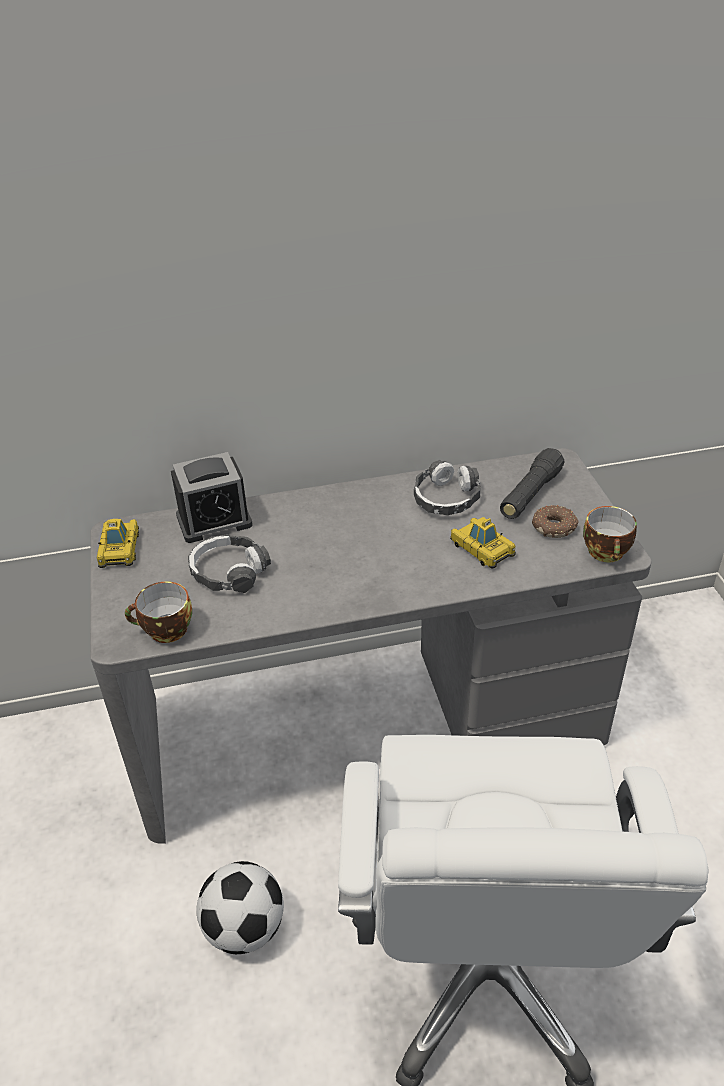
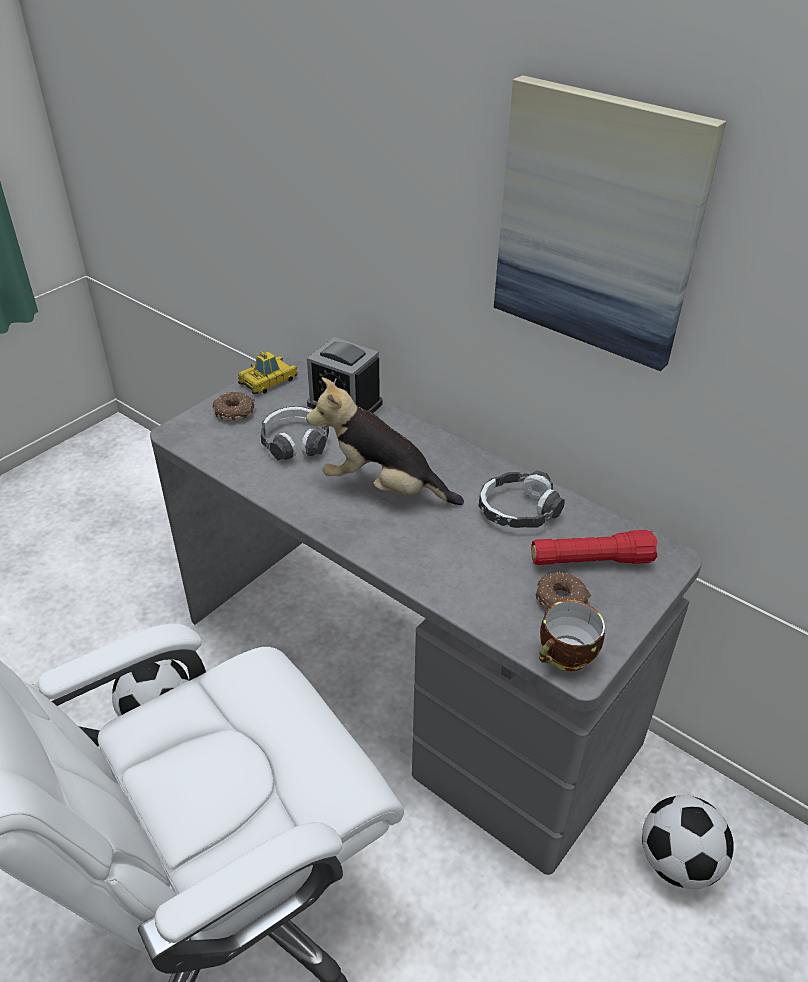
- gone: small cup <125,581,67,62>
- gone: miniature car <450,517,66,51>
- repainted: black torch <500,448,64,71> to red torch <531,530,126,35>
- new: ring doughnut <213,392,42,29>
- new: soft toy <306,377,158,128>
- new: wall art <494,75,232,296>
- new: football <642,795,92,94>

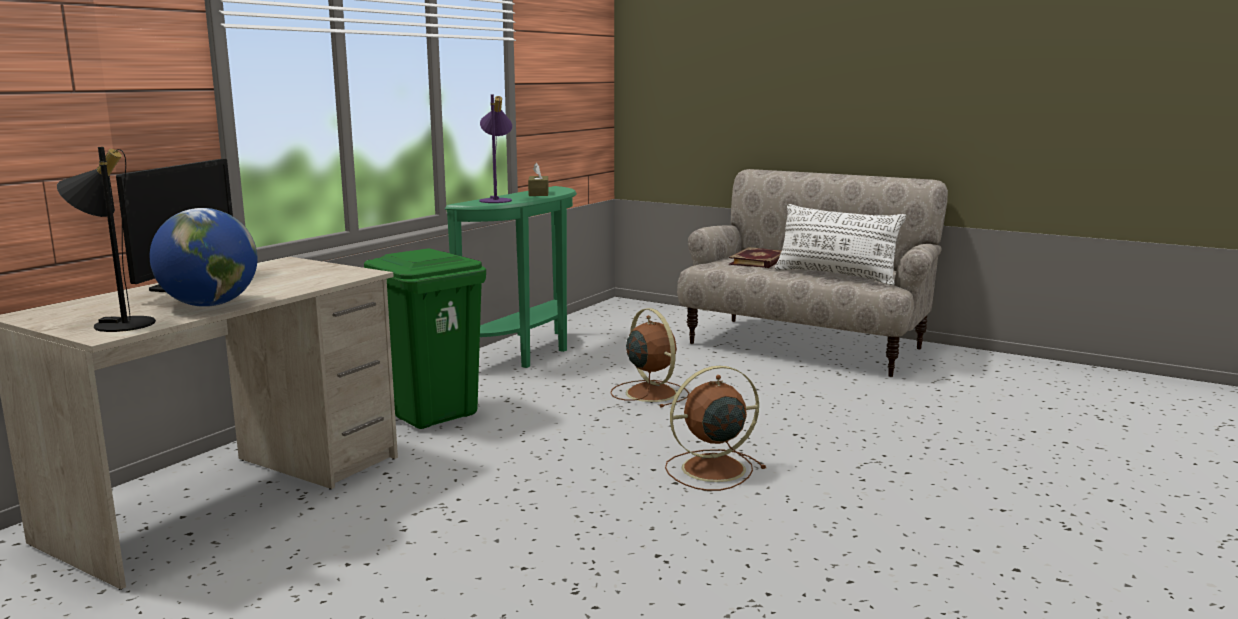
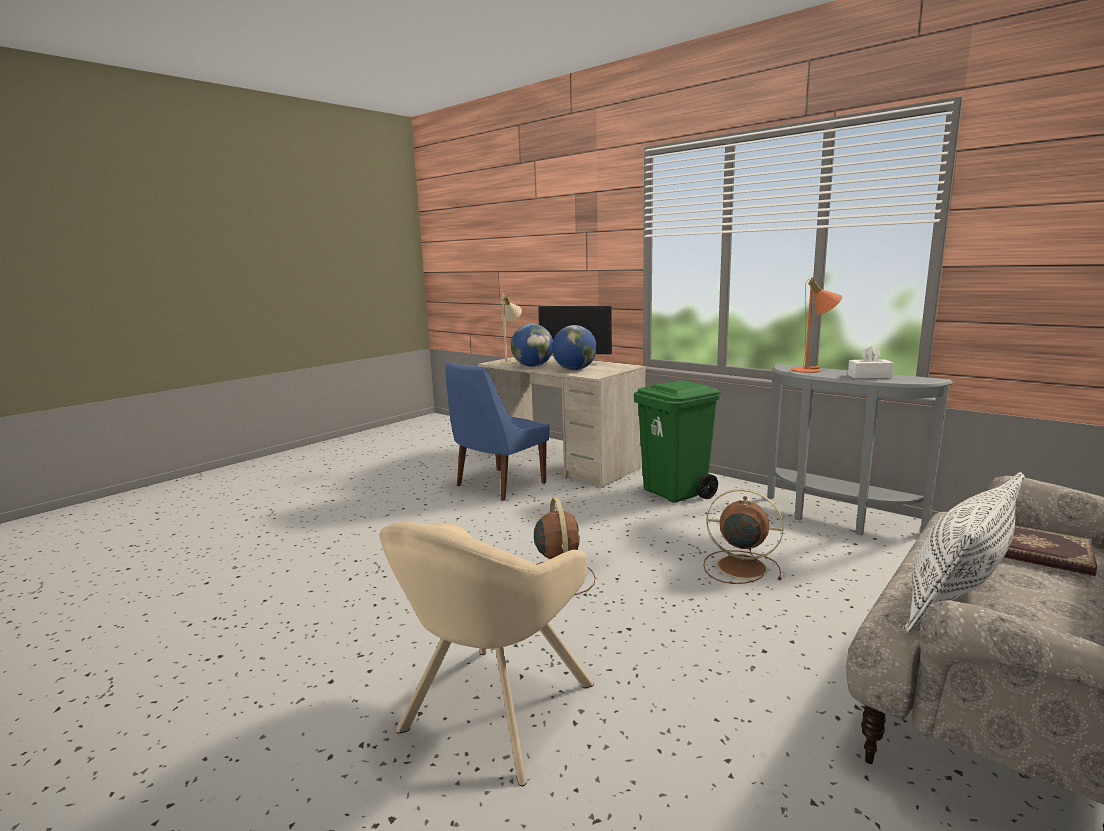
- repainted: black table lamp <57,147,99,185> to sand-coloured table lamp <496,294,26,71>
- repainted: green hall table <445,186,132,182> to grey hall table <767,364,186,172>
- repainted: purple table lamp <479,94,33,109> to orangey table lamp <791,278,51,95>
- repainted: brown-coloured box of tissues <528,163,21,33> to whitish box of tissues <848,346,45,33>
- rotated: brown-coloured fan <610,308,79,100> = <703,489,81,95> 135 degrees counterclockwise
- new: sand-coloured armchair <379,522,215,264>
- new: bluish upright chair <445,362,105,139>
- new: desk globe <552,325,45,45>

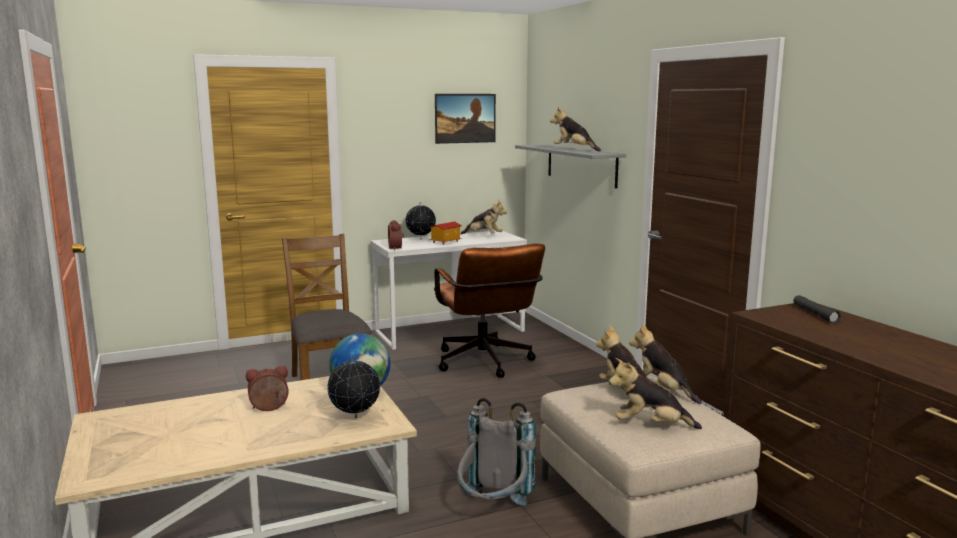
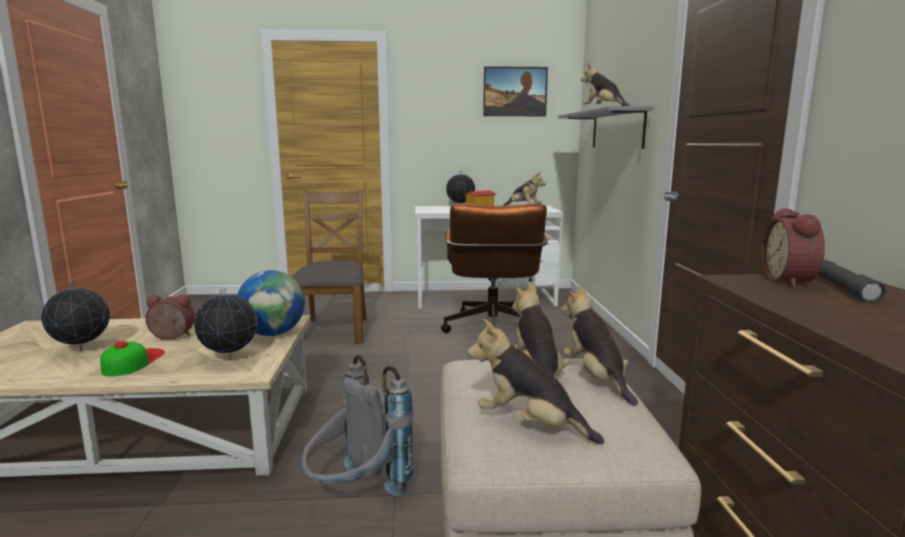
- shifted: bedside clock <388,220,16,30> to <761,208,64,80>
- new: desk globe <41,282,69,69>
- new: cap <100,341,65,35>

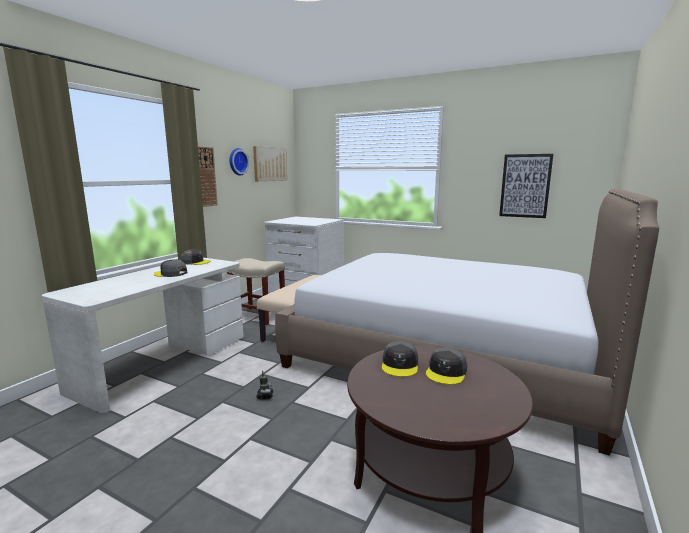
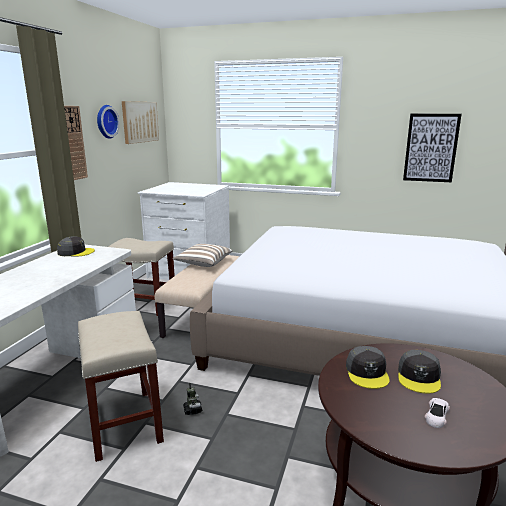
- gone: grey cap <154,259,34,18>
- new: sand-coloured stool <78,311,86,151>
- new: cushion <172,244,60,23>
- new: whitish miniature car <425,398,25,30>

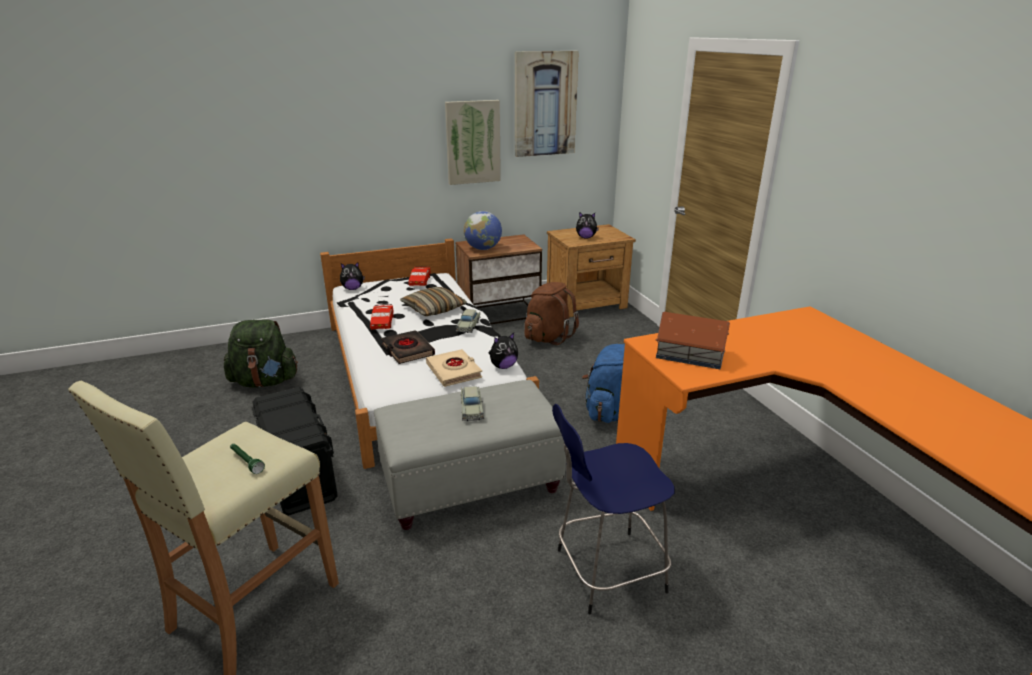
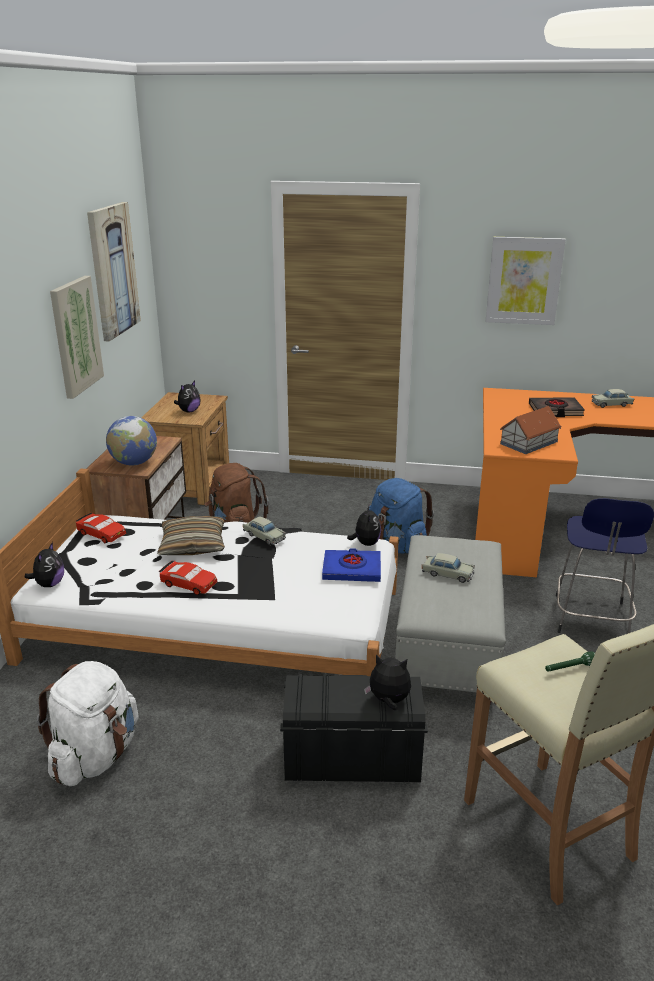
- repainted: green knapsack <224,320,74,68> to whitish knapsack <36,661,103,125>
- shifted: black bound book <381,330,54,34> to <529,398,56,19>
- repainted: sand-coloured bound book <426,349,56,38> to bluish bound book <322,548,59,34>
- new: soft toy <364,655,47,55>
- new: wall art <486,237,80,88>
- new: sand-coloured miniature car <592,389,42,19>

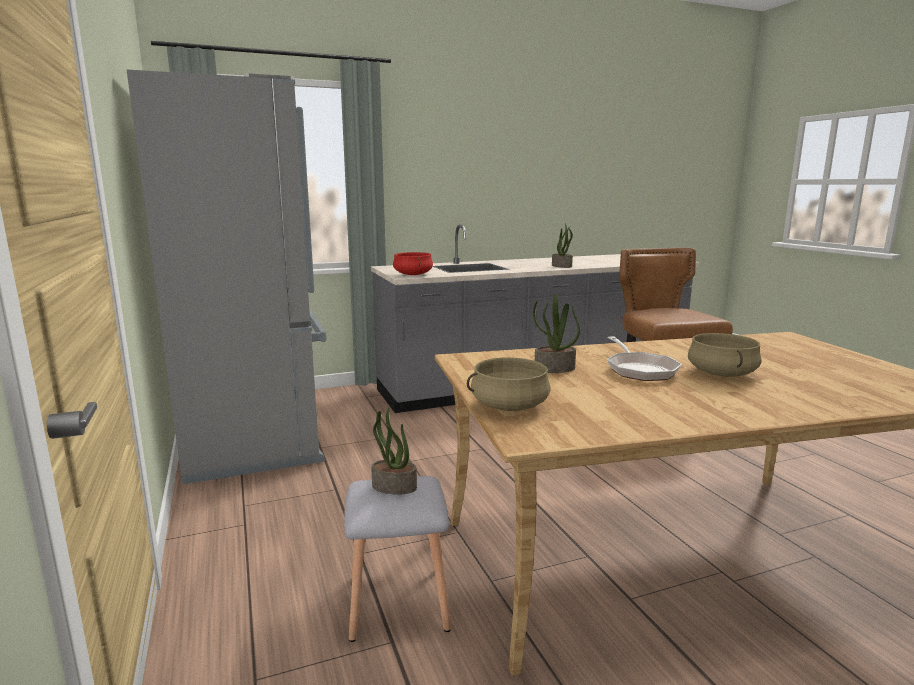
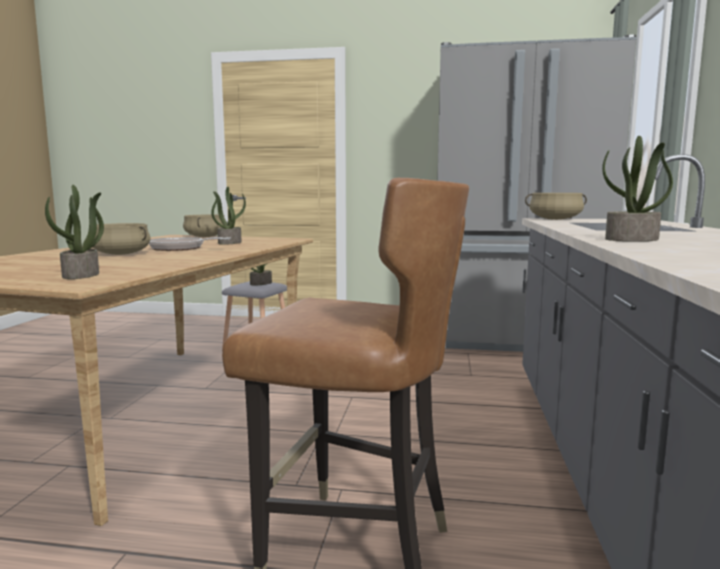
- repainted: red stockpot <393,252,40,23> to sand-coloured stockpot <525,193,62,27>
- new: potted plant <45,185,59,94>

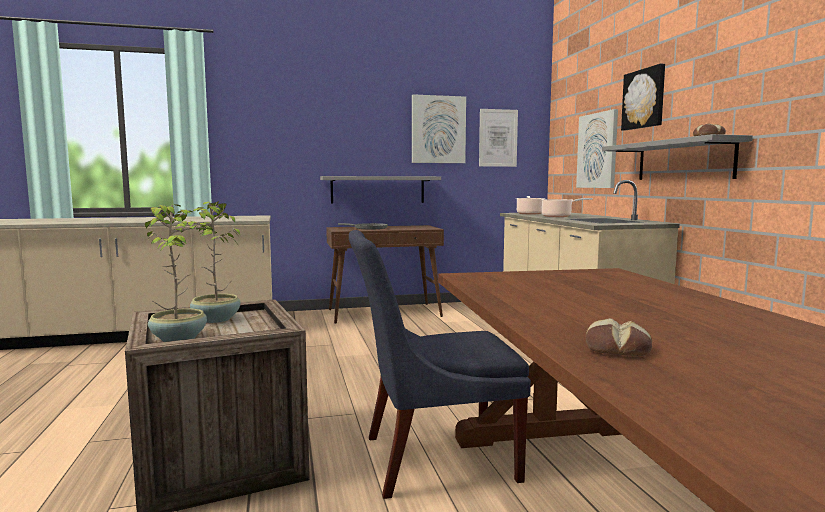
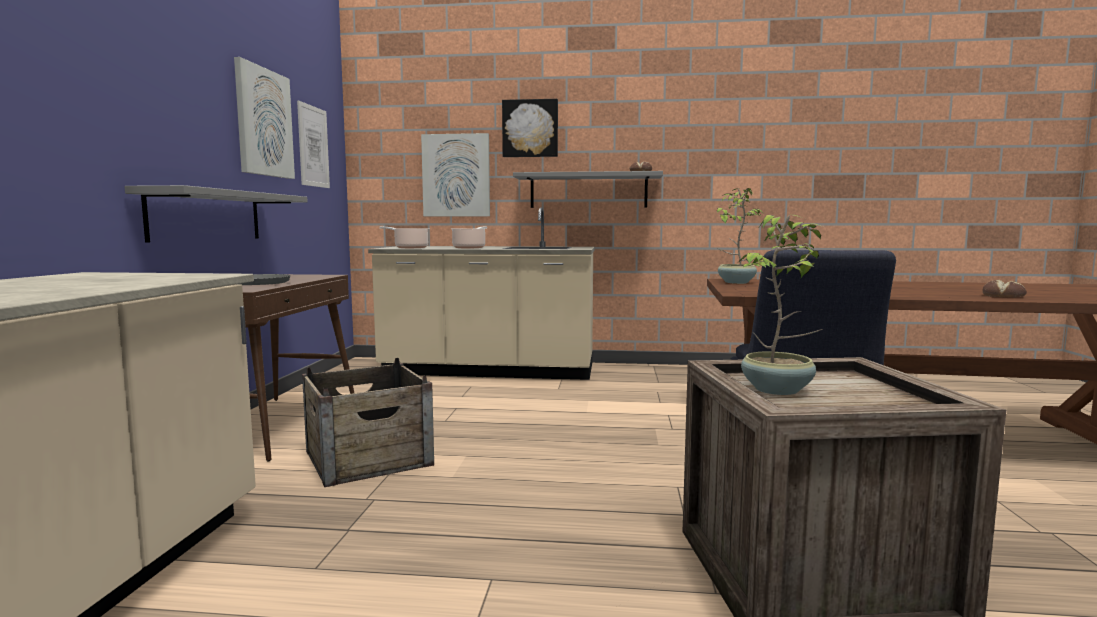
- shifted: potted plant <145,204,69,138> to <716,188,47,96>
- new: crate <302,358,132,129>

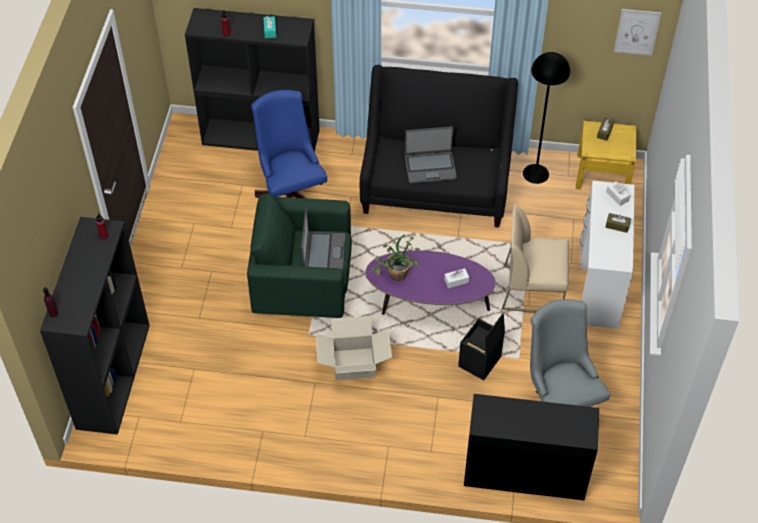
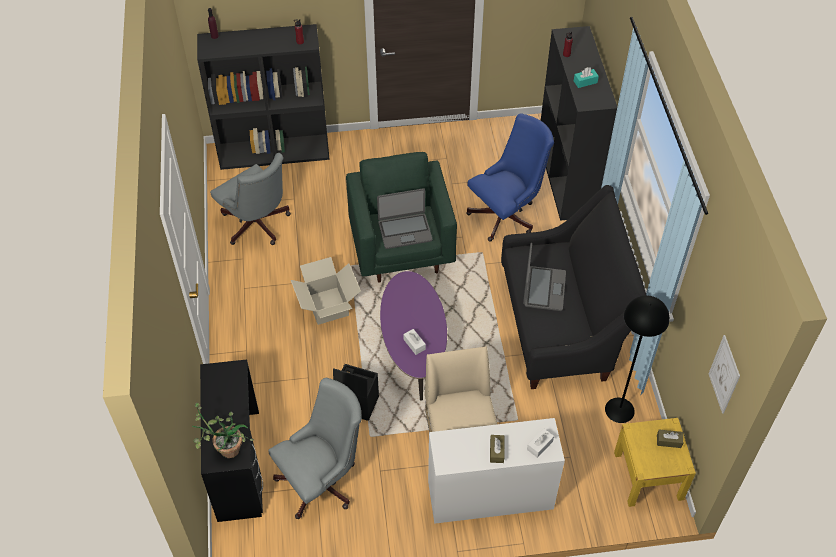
- shifted: potted plant <371,235,49,46> to <192,403,62,55>
- rotated: portable computer <405,126,52,57> = <523,243,43,68> 150 degrees counterclockwise
- new: grey office chair <210,153,81,92>

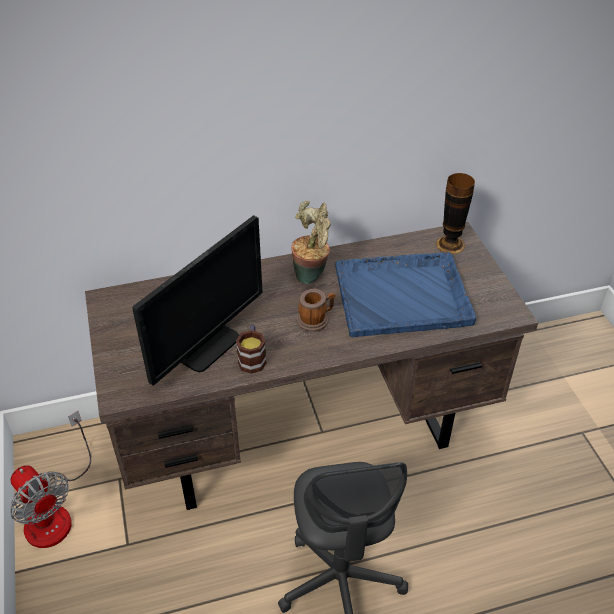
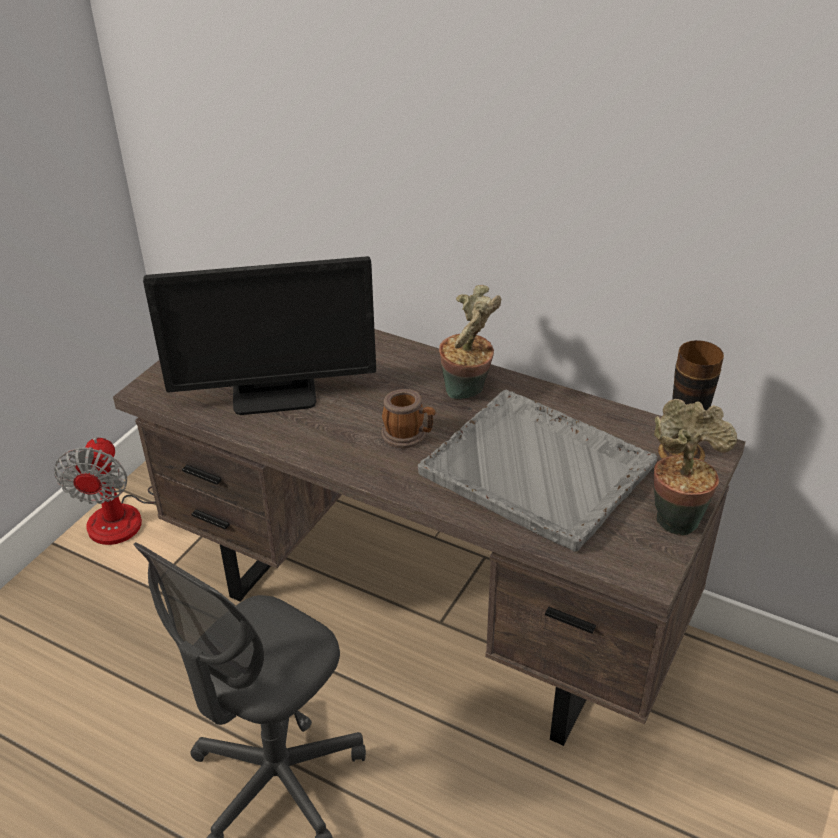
- gone: tea mug <236,325,30,49>
- repainted: bluish carrying tray <335,252,141,85> to grey carrying tray <418,390,239,162>
- new: potted plant <654,399,83,136>

